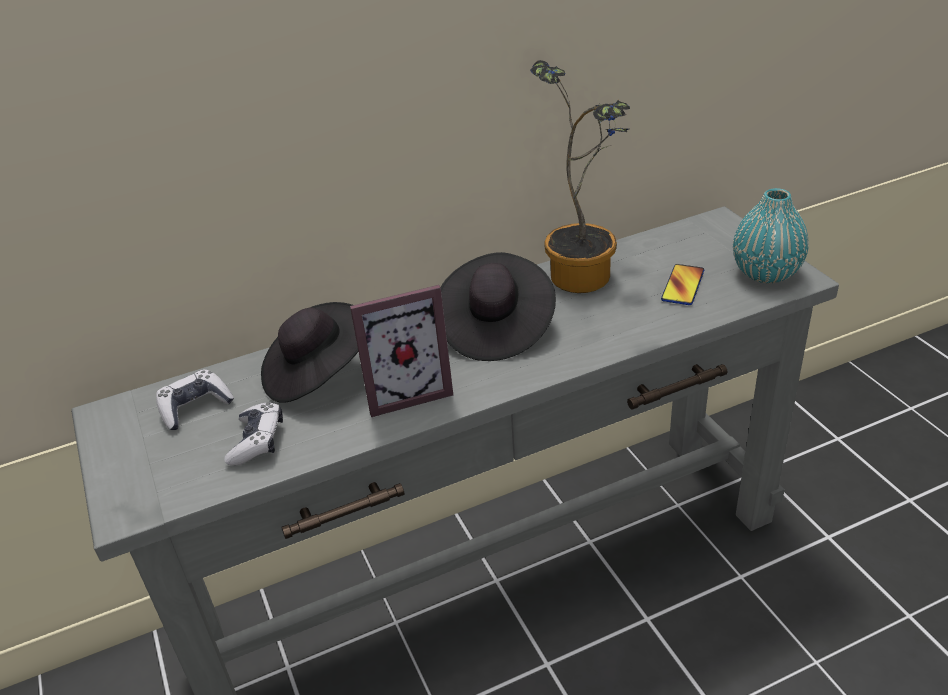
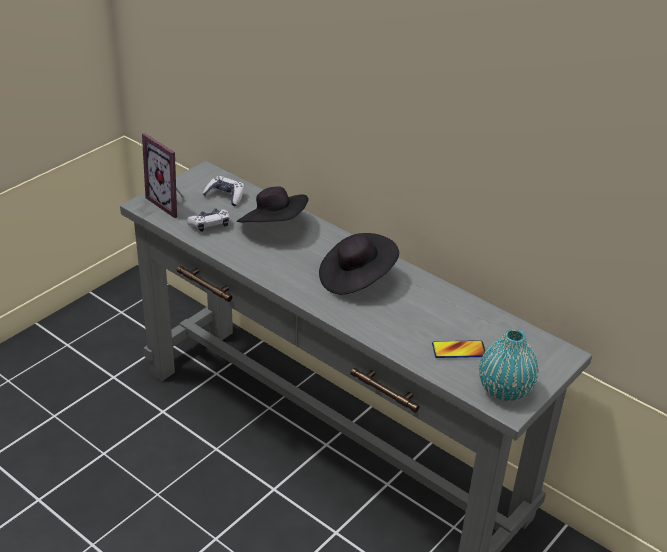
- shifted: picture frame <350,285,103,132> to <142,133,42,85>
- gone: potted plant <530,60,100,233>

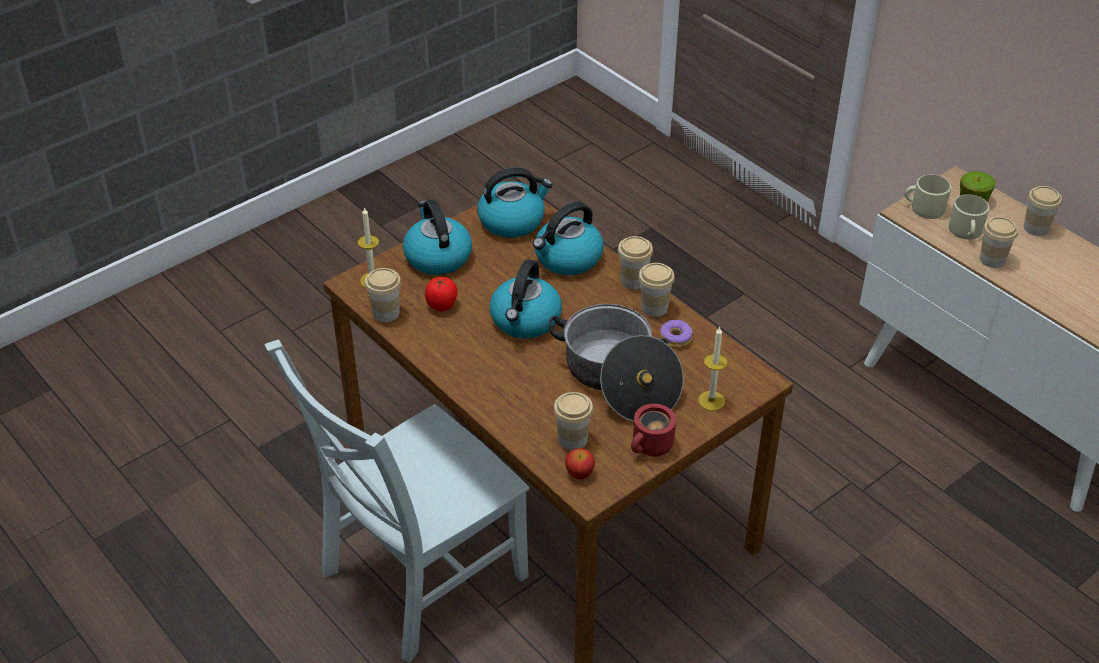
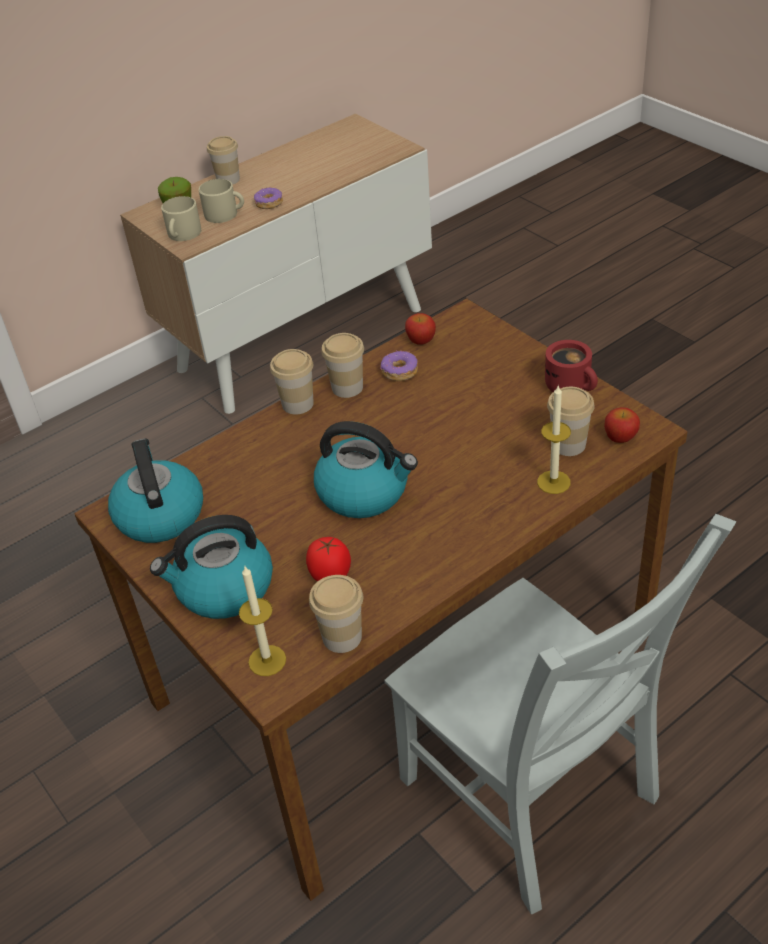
- gone: kettle <533,201,71,74>
- gone: stockpot <548,304,136,117>
- shifted: wax light <698,327,30,84> to <537,386,34,108>
- swapped: small cup <980,217,38,51> to ring doughnut <254,187,29,22>
- new: whole apple <405,313,31,32>

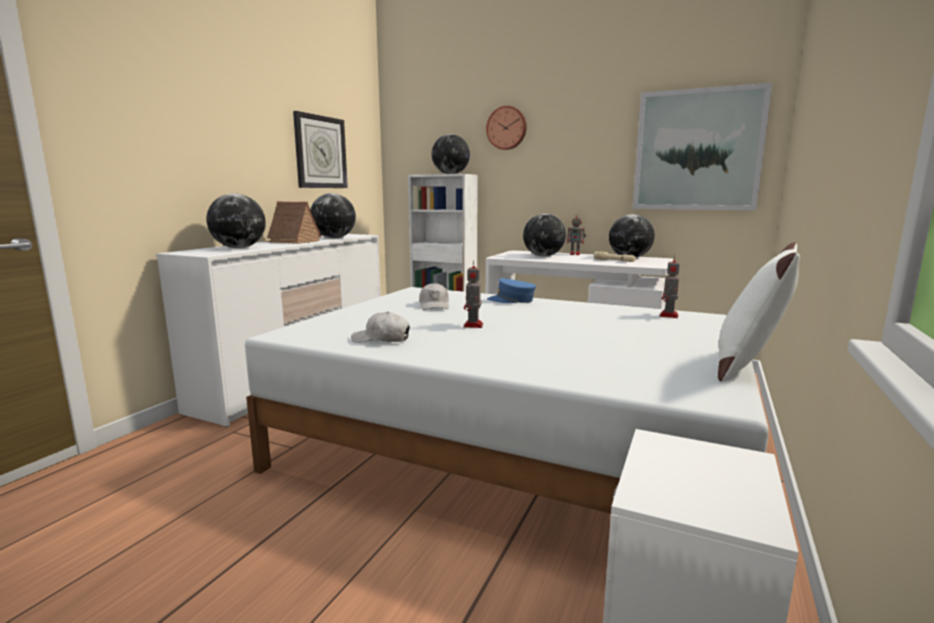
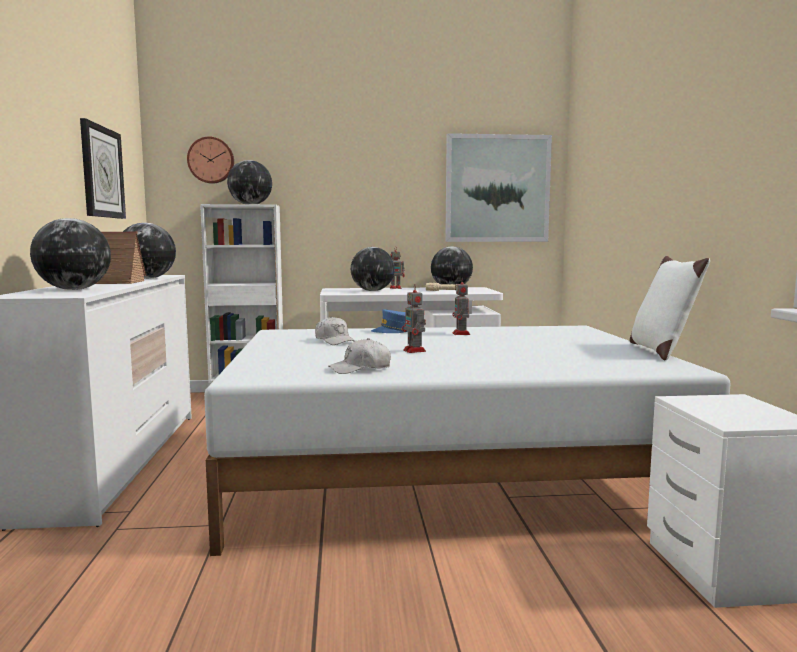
- shifted: wall clock <486,106,41,44> to <187,137,47,47>
- shifted: robot figure <660,255,20,63> to <452,278,18,57>

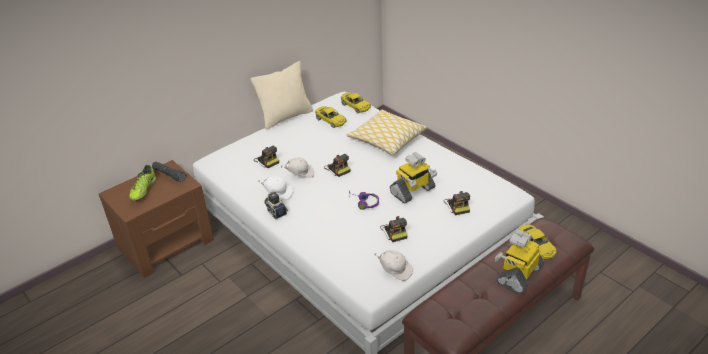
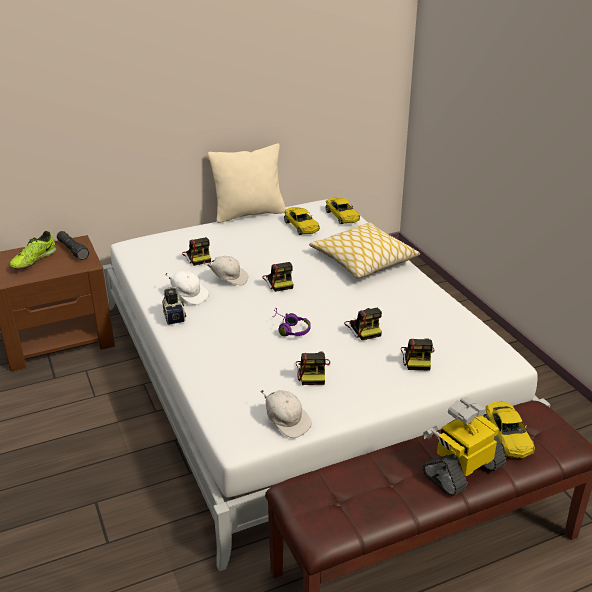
- swapped: robot figure <390,152,47,52> to photo camera <344,308,38,32>

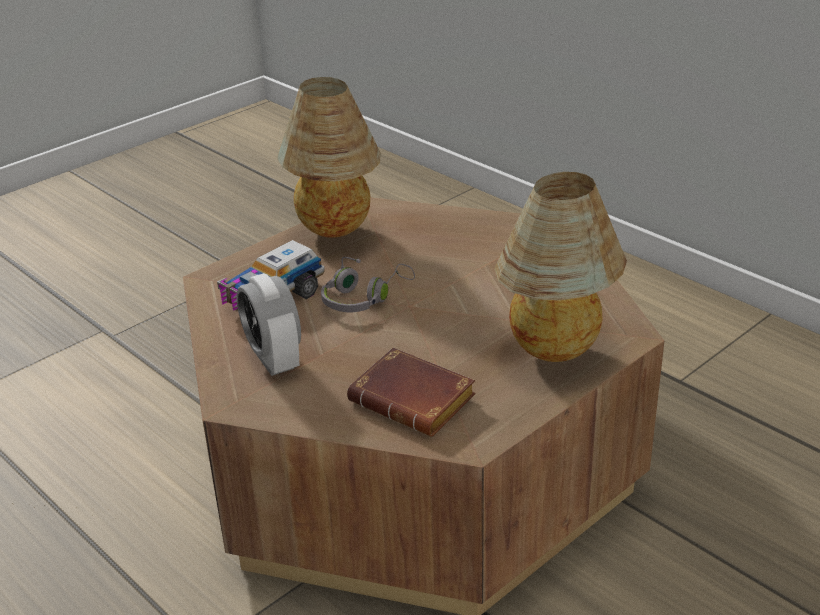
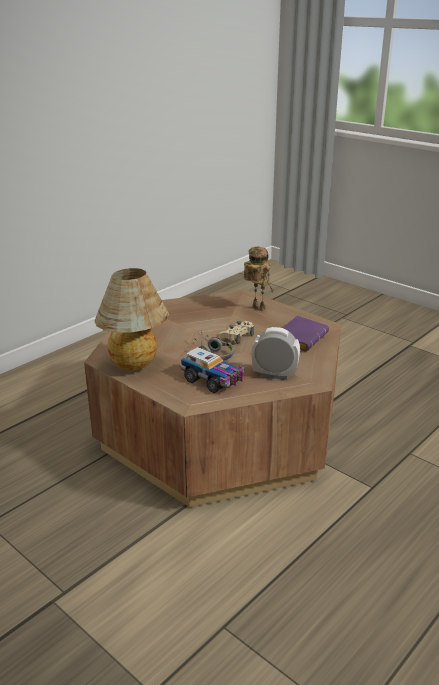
- rotated: bedside clock <237,273,64,103> = <252,327,48,53> 135 degrees counterclockwise
- repainted: brown-coloured bound book <347,348,129,89> to purple bound book <282,316,47,36>
- swapped: table lamp <494,172,133,190> to robot figure <244,247,30,65>
- new: sand-coloured joypad <219,321,35,23>

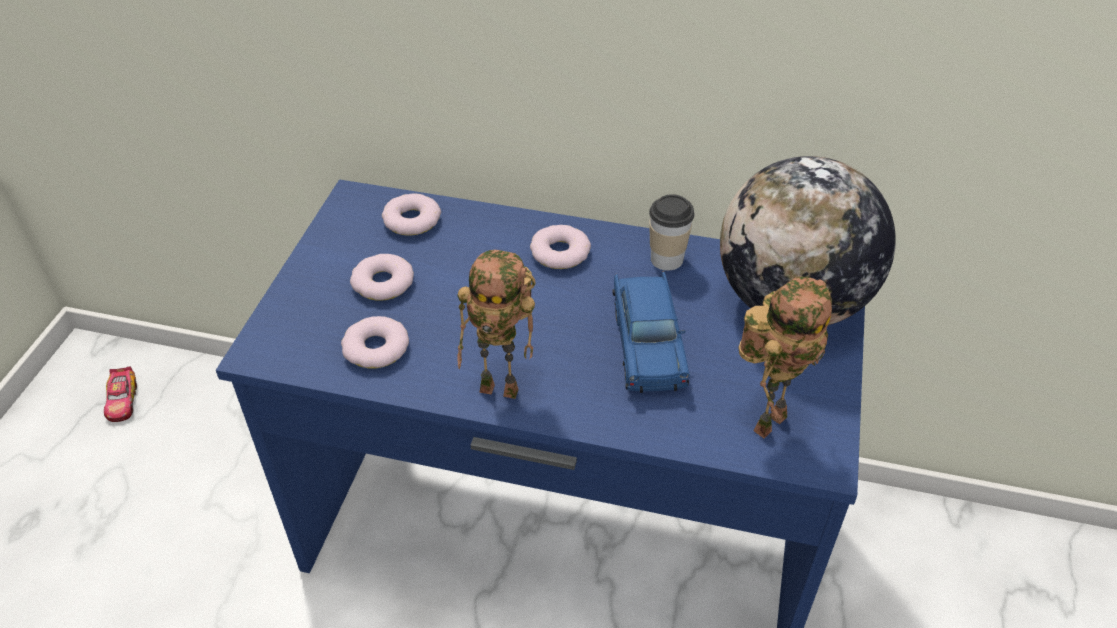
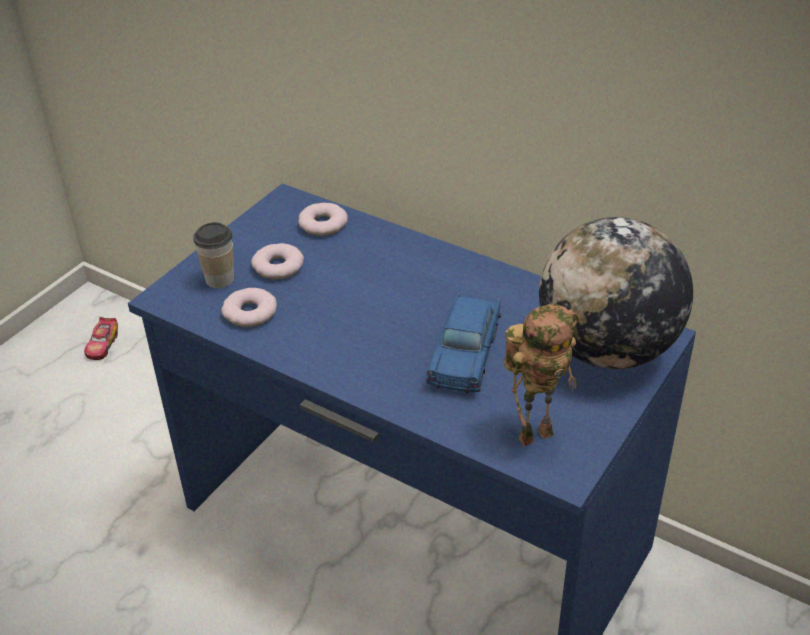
- gone: robot figure <457,250,79,149>
- gone: ring doughnut <530,225,61,44>
- shifted: small cup <649,194,46,77> to <194,222,40,66>

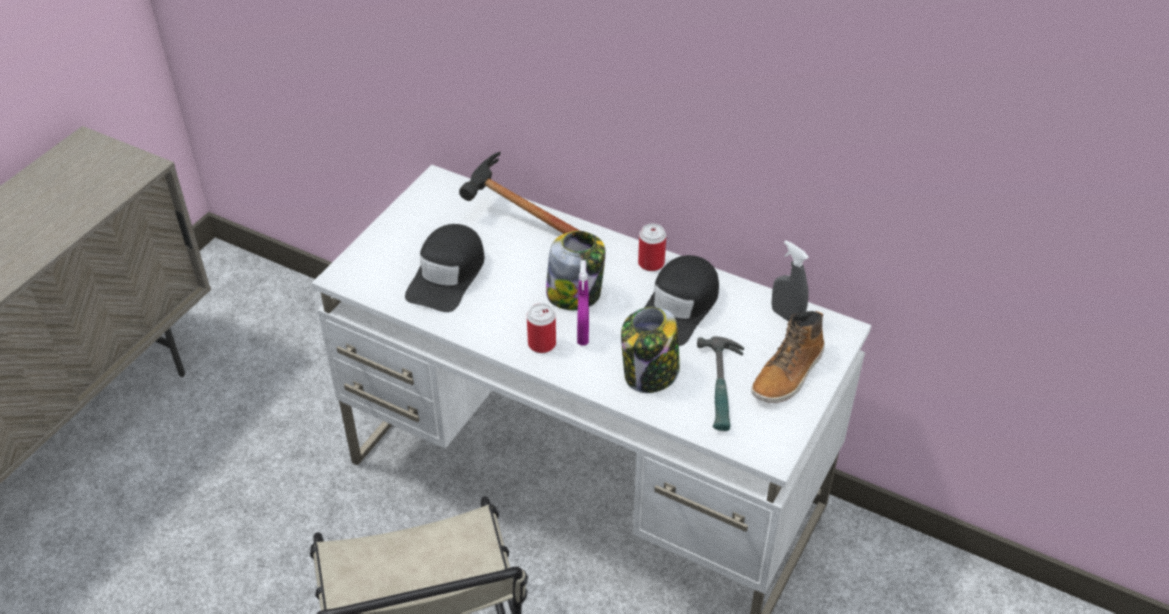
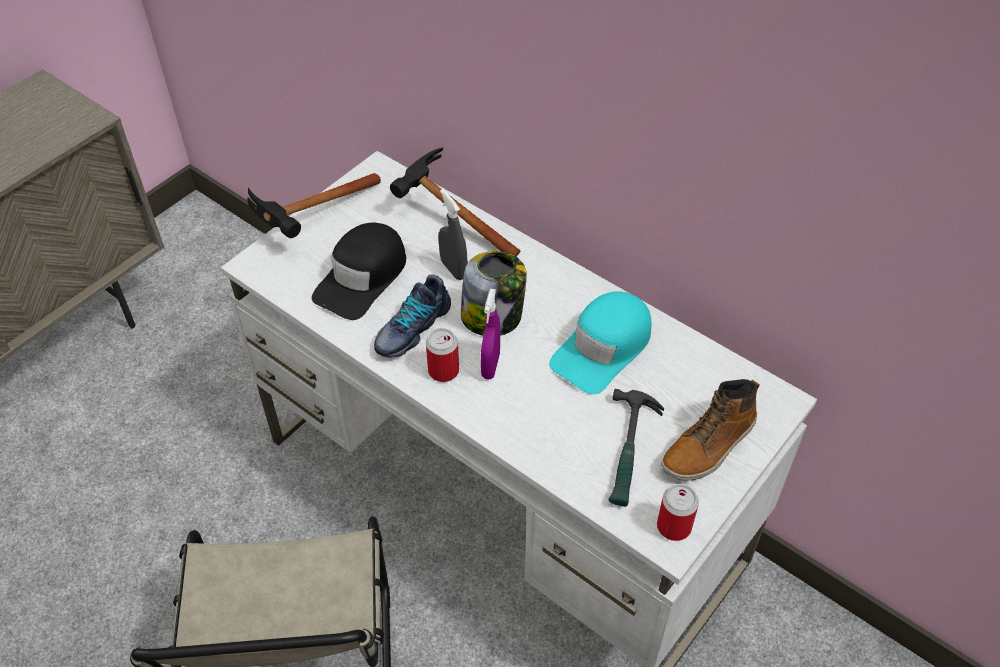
- gone: storage jar <621,307,59,86>
- shifted: can <638,224,28,47> to <657,484,42,57>
- repainted: black cap <644,255,75,91> to turquoise cap <549,291,102,104>
- shifted: grey hand sprayer <772,240,37,82> to <438,189,30,91>
- new: hammer <248,173,133,65>
- new: low shoe <374,274,77,84>

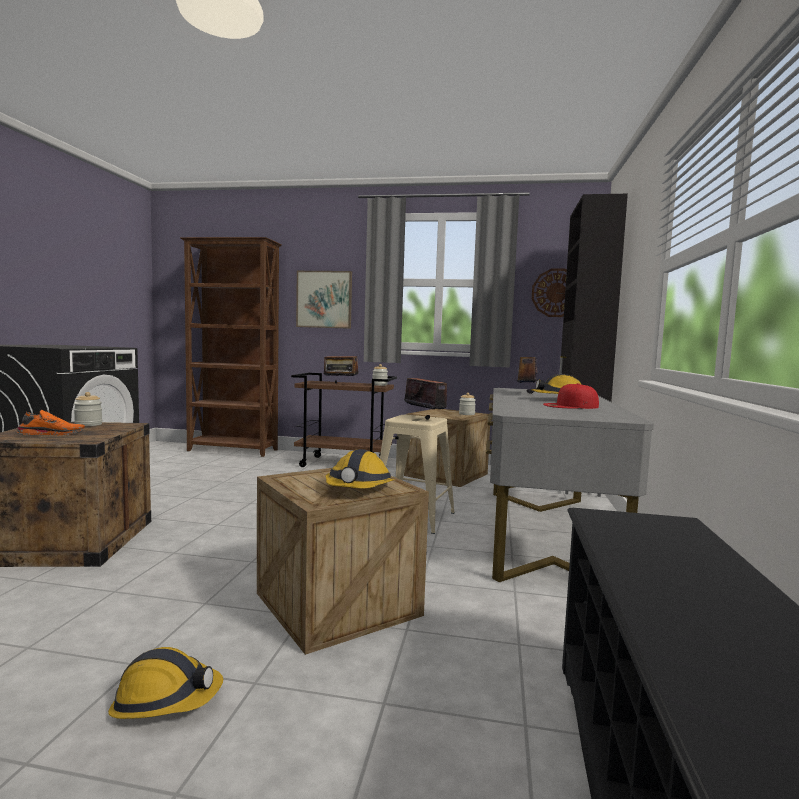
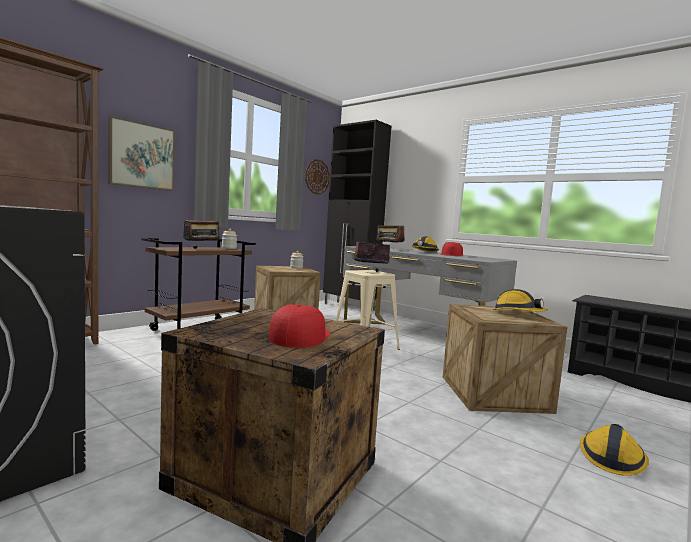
- swapped: orangey low shoe <17,410,68,25> to red cap <269,305,61,43>
- gone: storage jar <74,392,28,34>

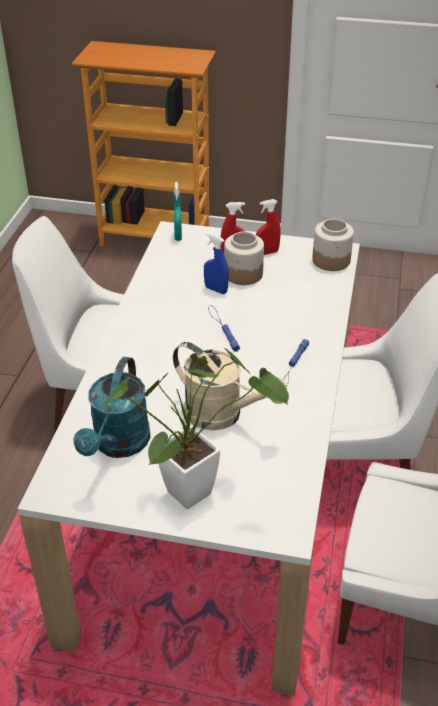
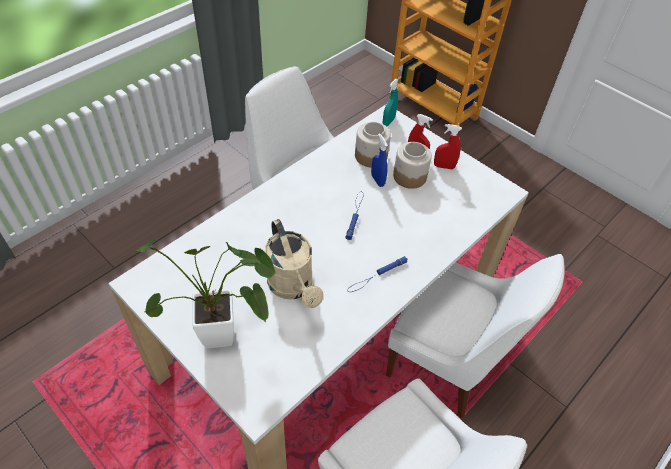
- gone: turquoise watering pot <73,357,77,101>
- shifted: storage jar <312,219,42,52> to <355,122,36,46>

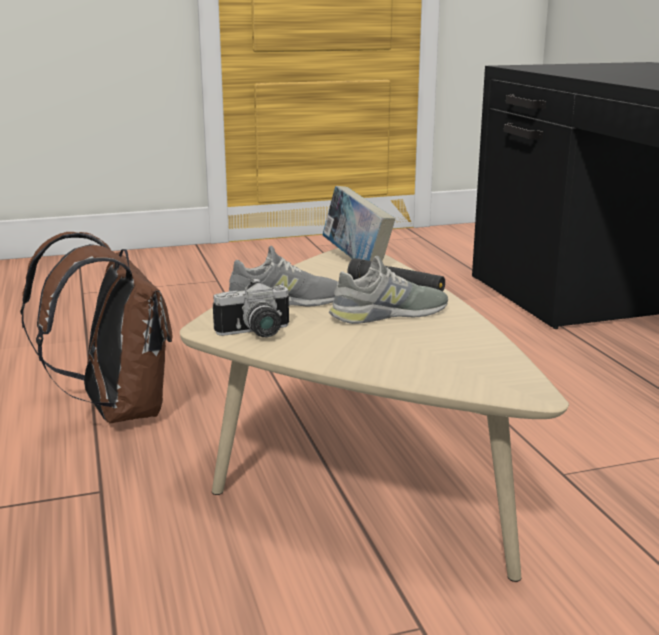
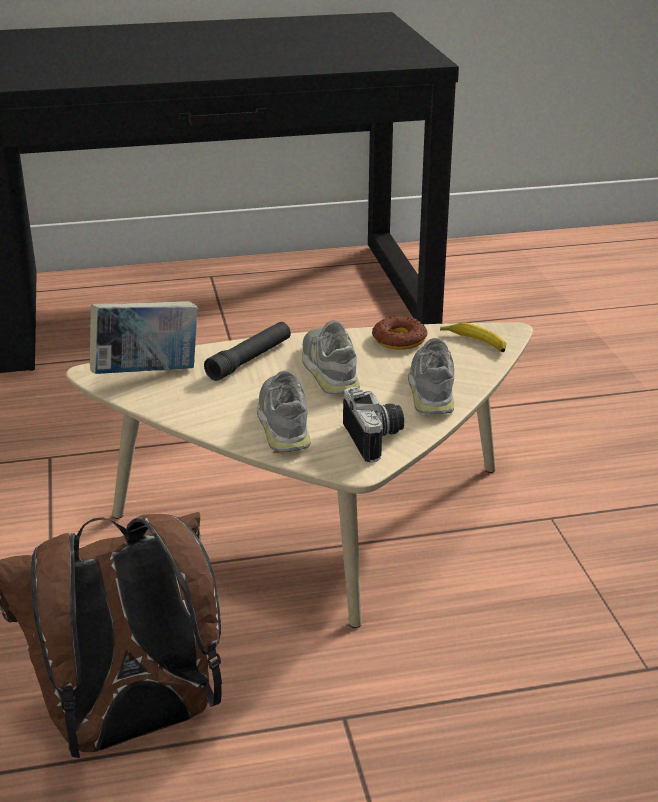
- new: ring doughnut <372,316,56,34>
- new: grey low shoe <408,338,46,76>
- new: banana <440,322,66,30>

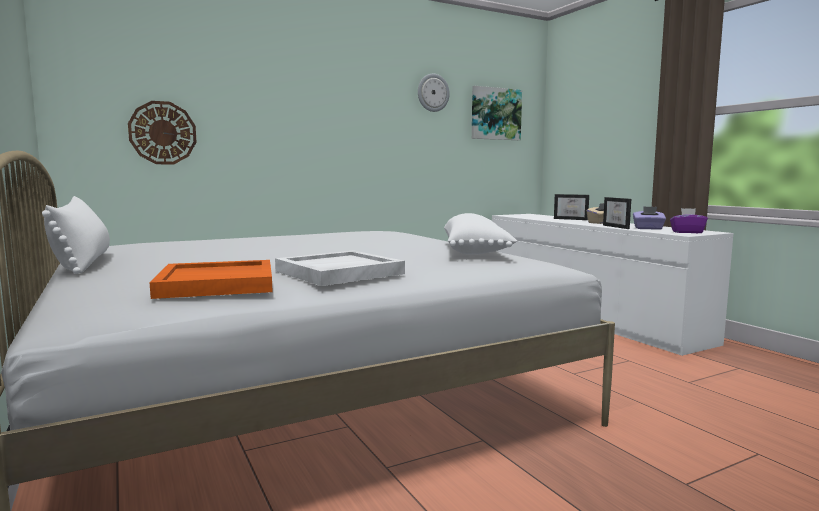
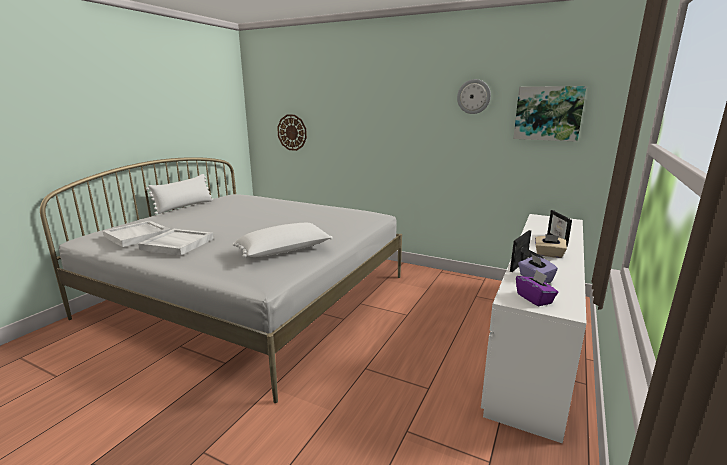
- repainted: orangey carrying tray <150,260,123,39> to whitish carrying tray <103,221,67,26>

